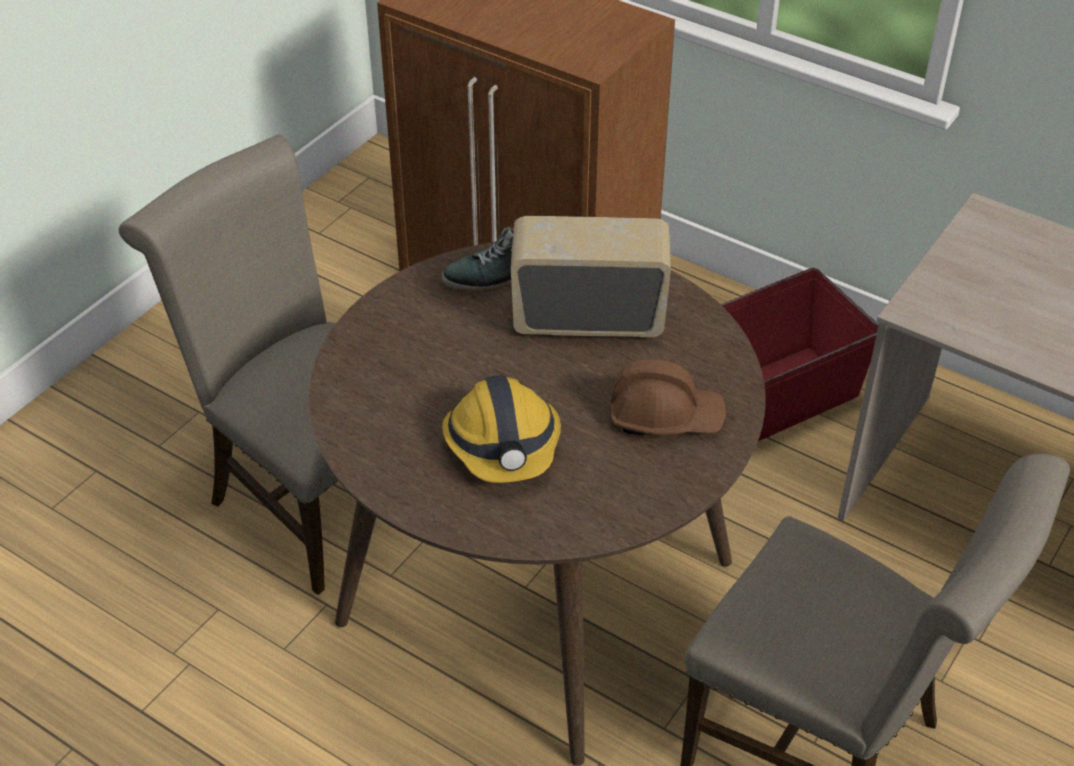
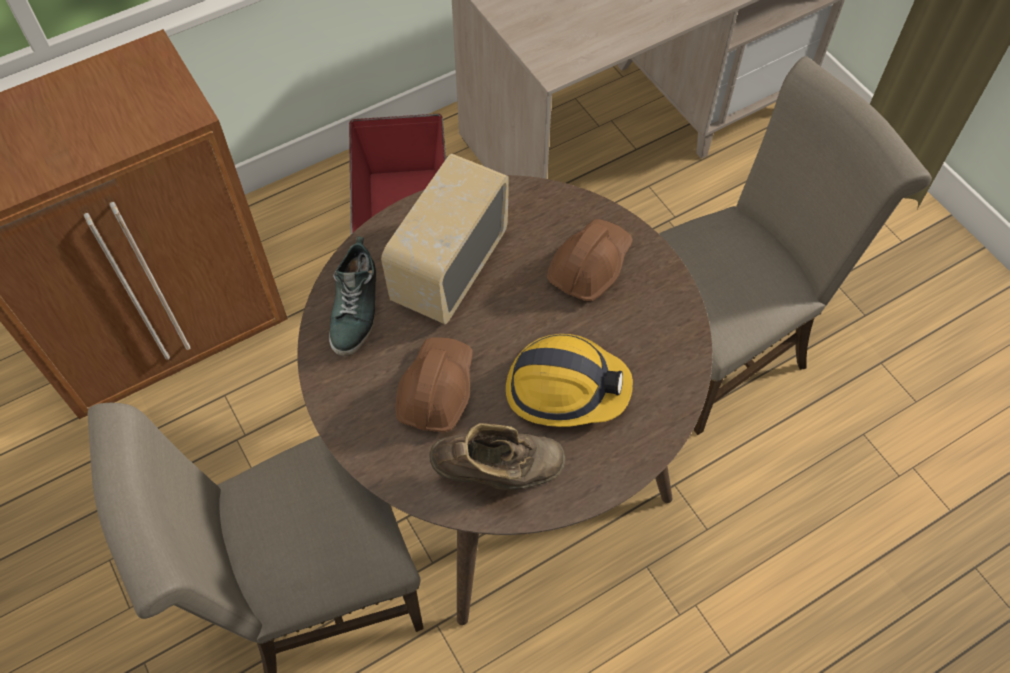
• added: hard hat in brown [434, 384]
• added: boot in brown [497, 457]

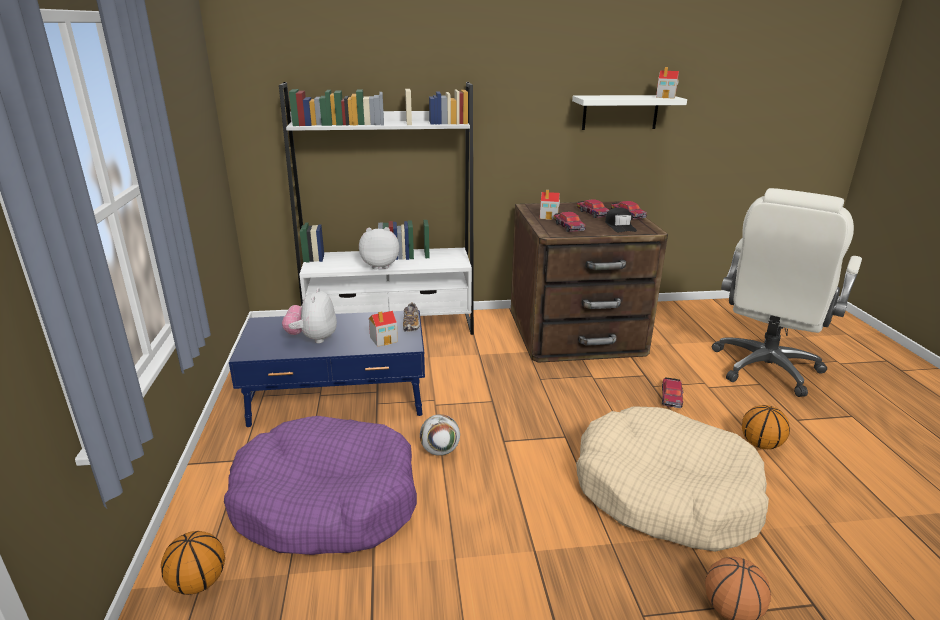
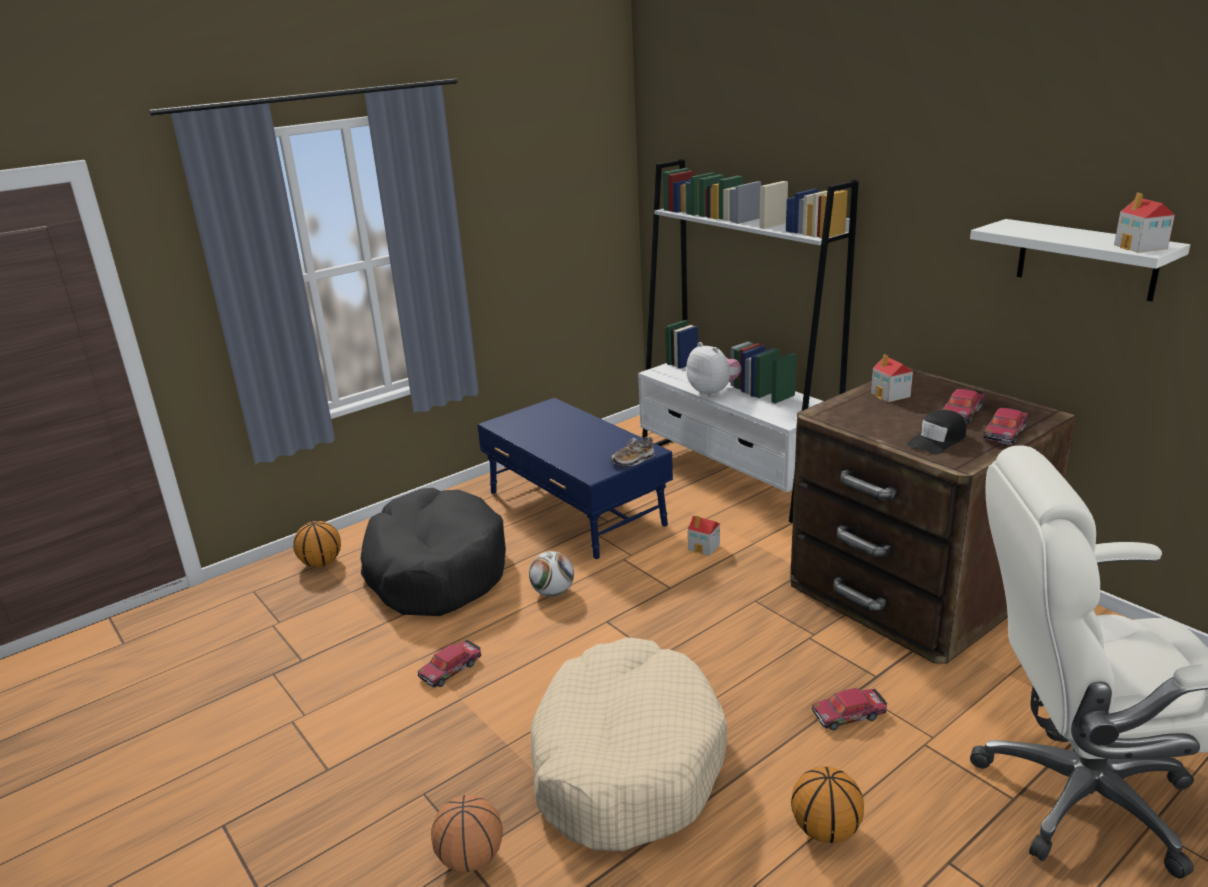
• recoloured: pet bed in purple [320, 485] to pet bed in blackish [433, 552]
• moved: miniature car [570, 222] to [449, 664]
• moved: miniature house [383, 329] to [704, 536]
• removed: plush toy [309, 315]

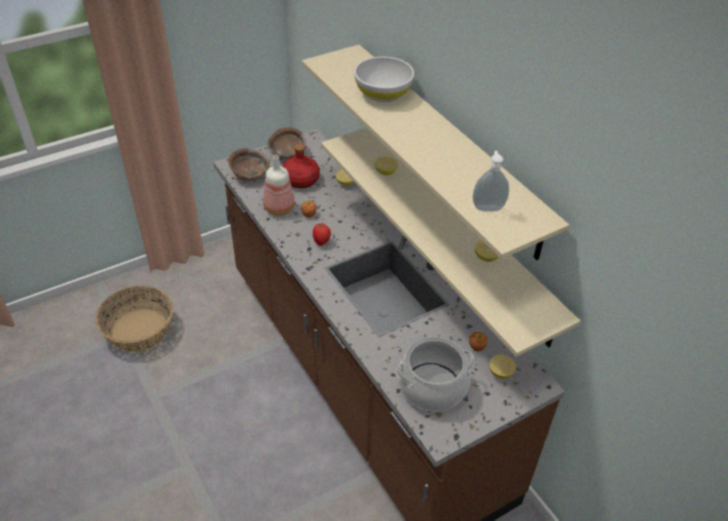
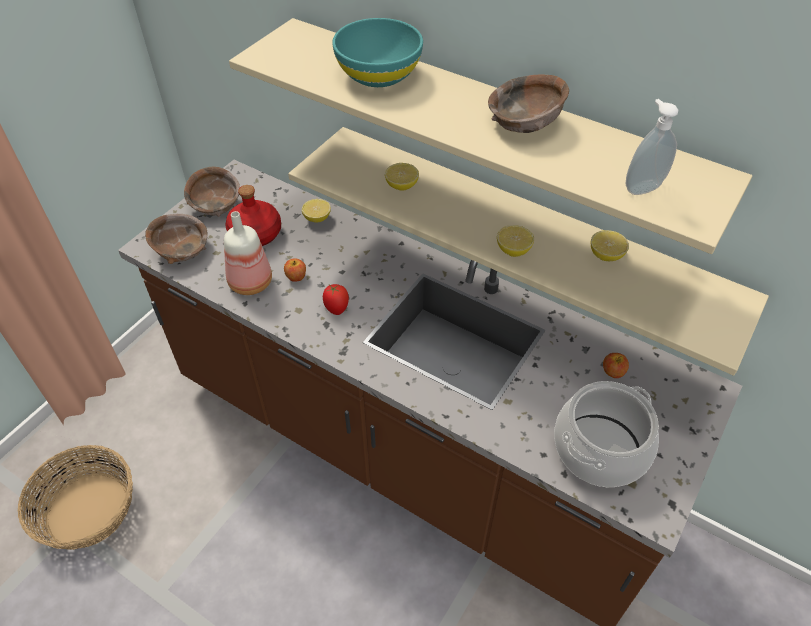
• recoloured: serving bowl in whitish [384, 79] to serving bowl in blue-green [377, 52]
• added: serving bowl in brown [528, 103]
• moved: lemon [502, 367] to [515, 241]

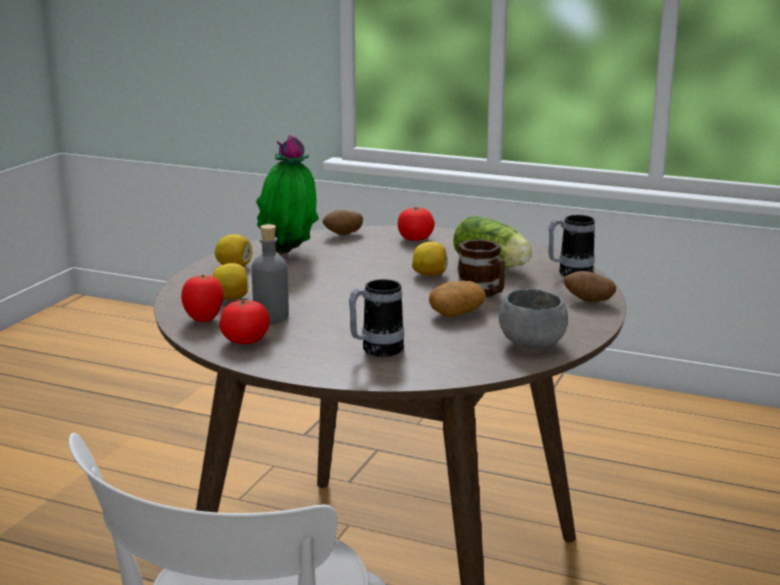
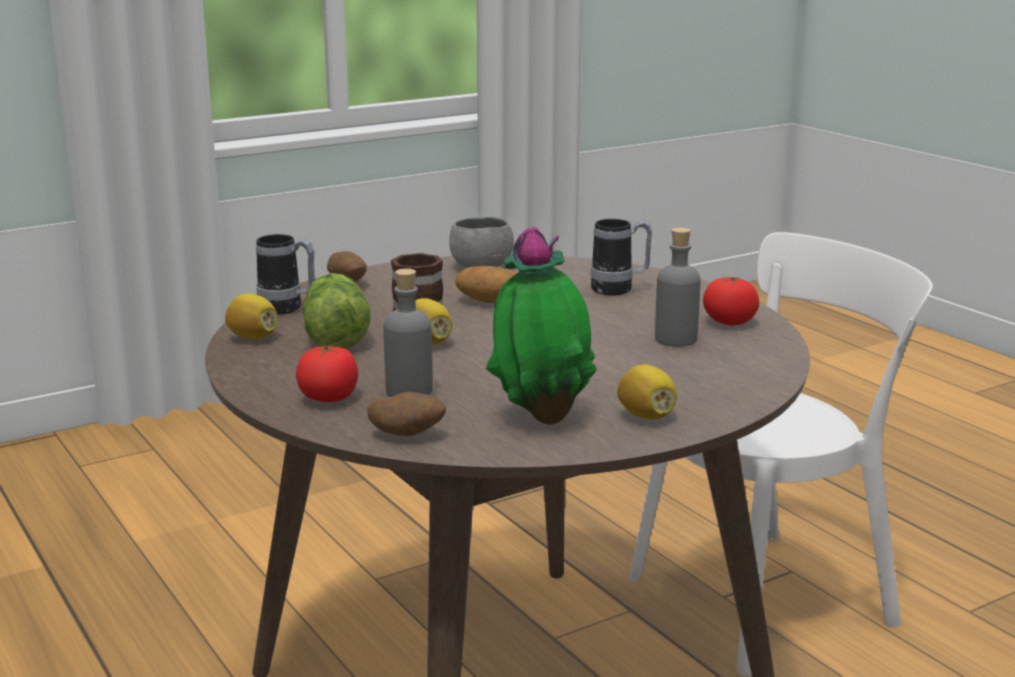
• moved: lemon [230, 281] to [251, 316]
• added: drink bottle in greyish [408, 332]
• removed: whole tomato [202, 298]

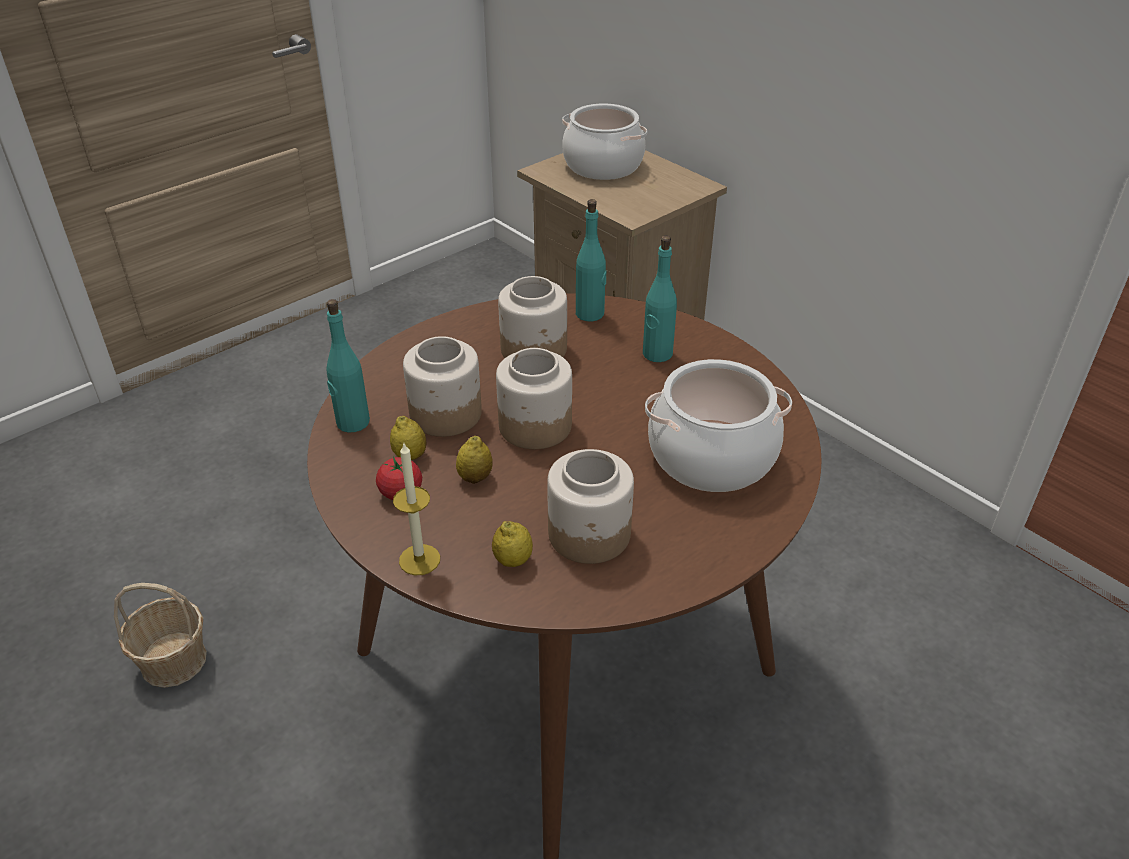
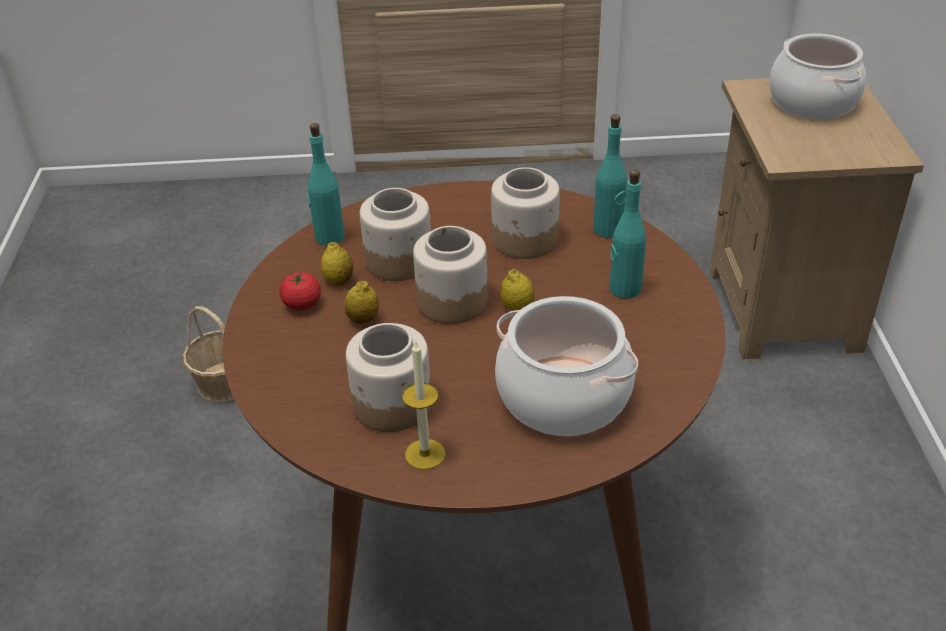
• moved: wax candle [416, 509] to [424, 405]
• moved: lemon [512, 544] to [517, 290]

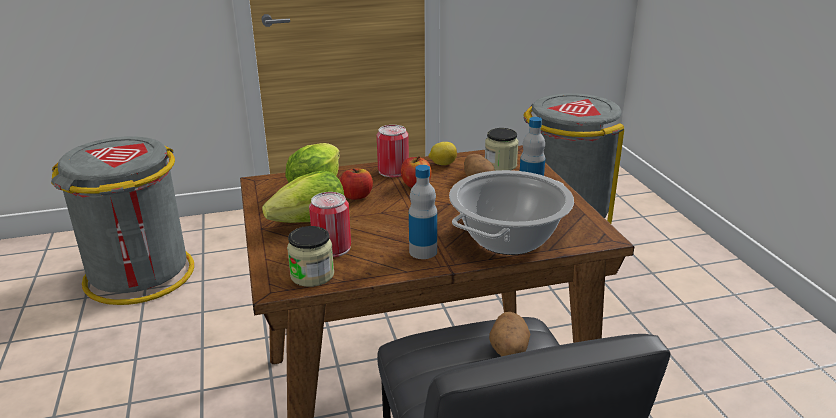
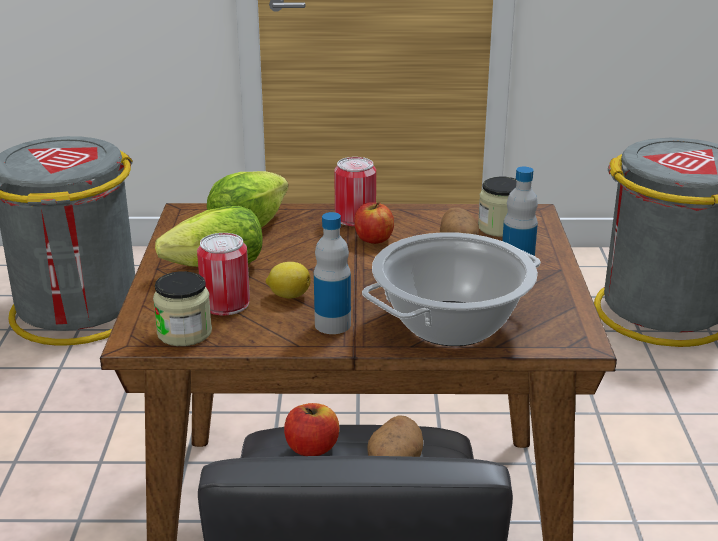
• moved: lemon [442, 153] to [288, 280]
• moved: whole apple [356, 184] to [311, 429]

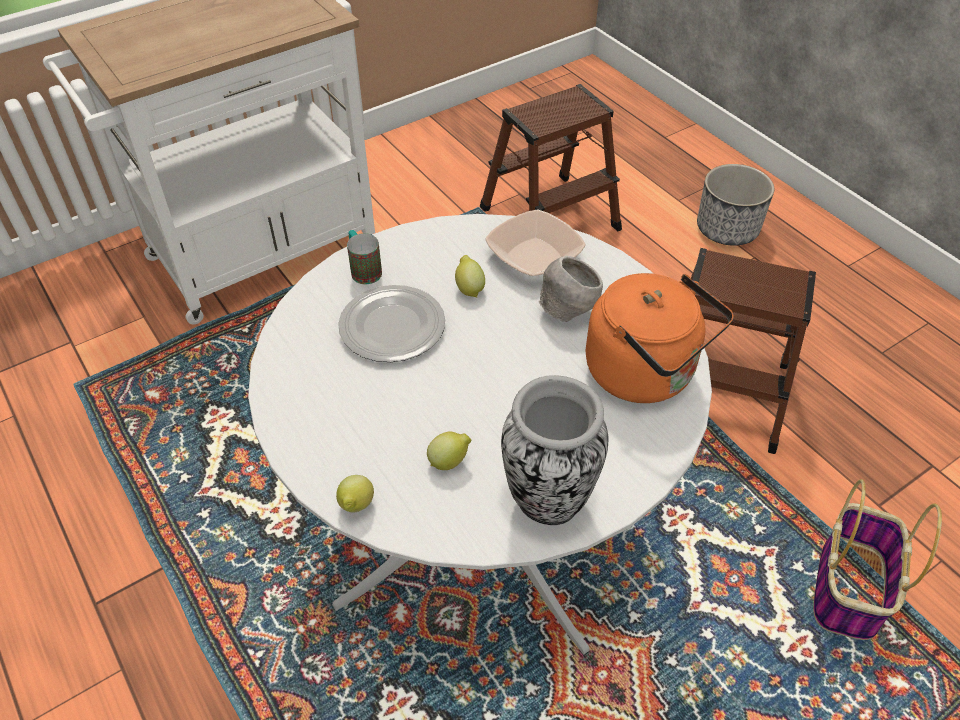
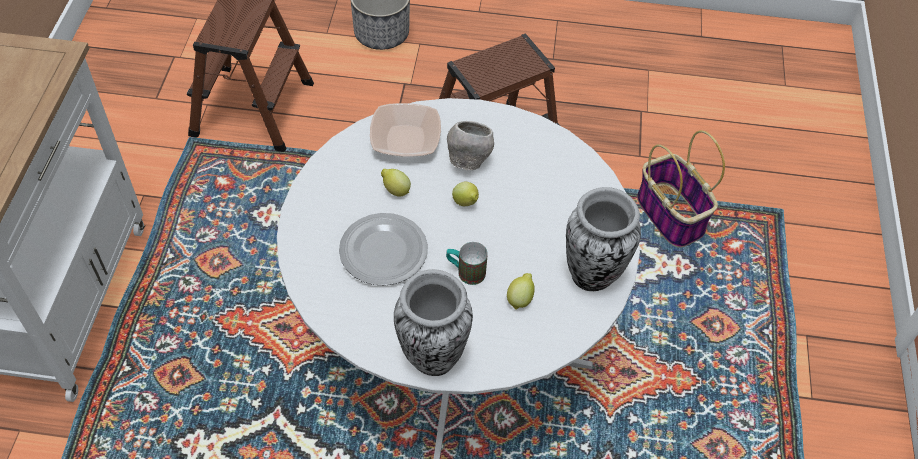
• added: vase [433, 322]
• moved: mug [364, 257] to [467, 263]
• moved: lemon [355, 494] to [465, 194]
• removed: water kettle in orange [660, 338]

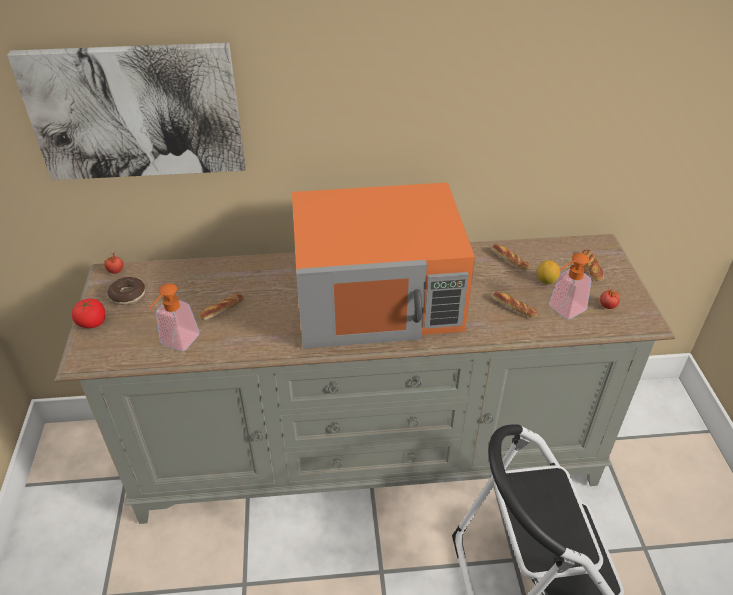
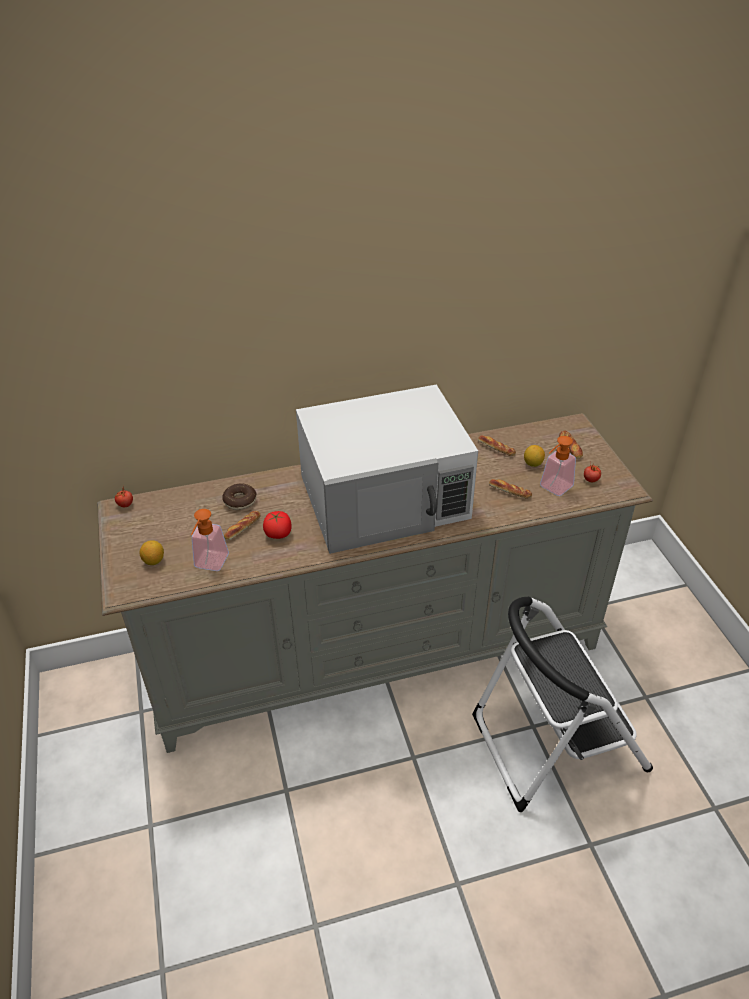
• added: lemon [152, 552]
• moved: doughnut [126, 291] to [239, 496]
• moved: whole tomato [88, 313] to [277, 525]
• recoloured: microwave in orange [383, 265] to microwave in whitish [387, 469]
• removed: picture [126, 111]

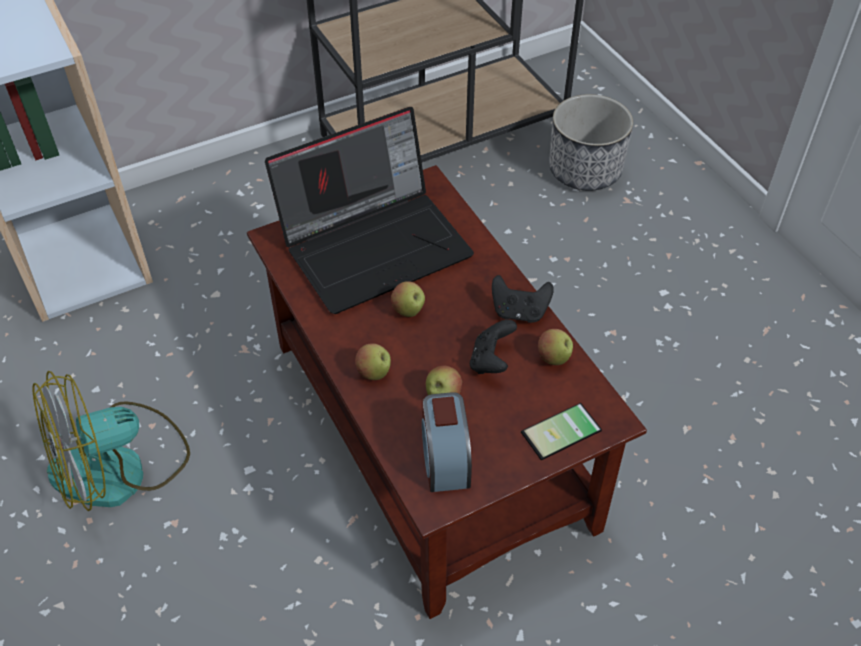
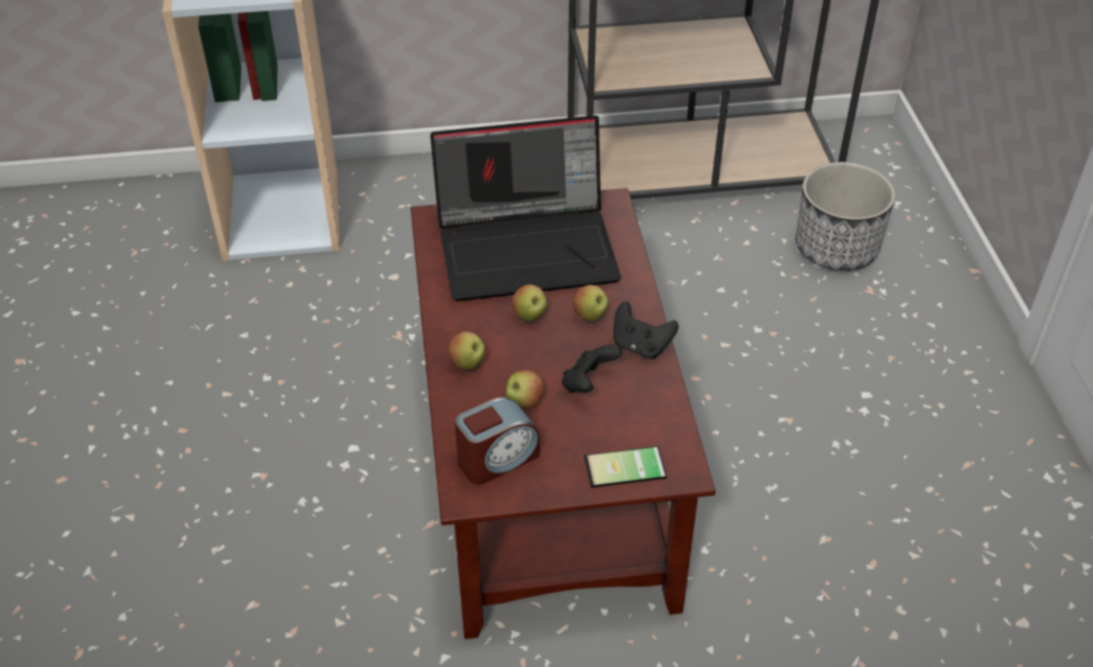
• turned: table clock [447, 442] = [497, 441] 135 degrees counterclockwise
• moved: whole apple [555, 347] to [591, 303]
• removed: cooling fan [111, 441]

